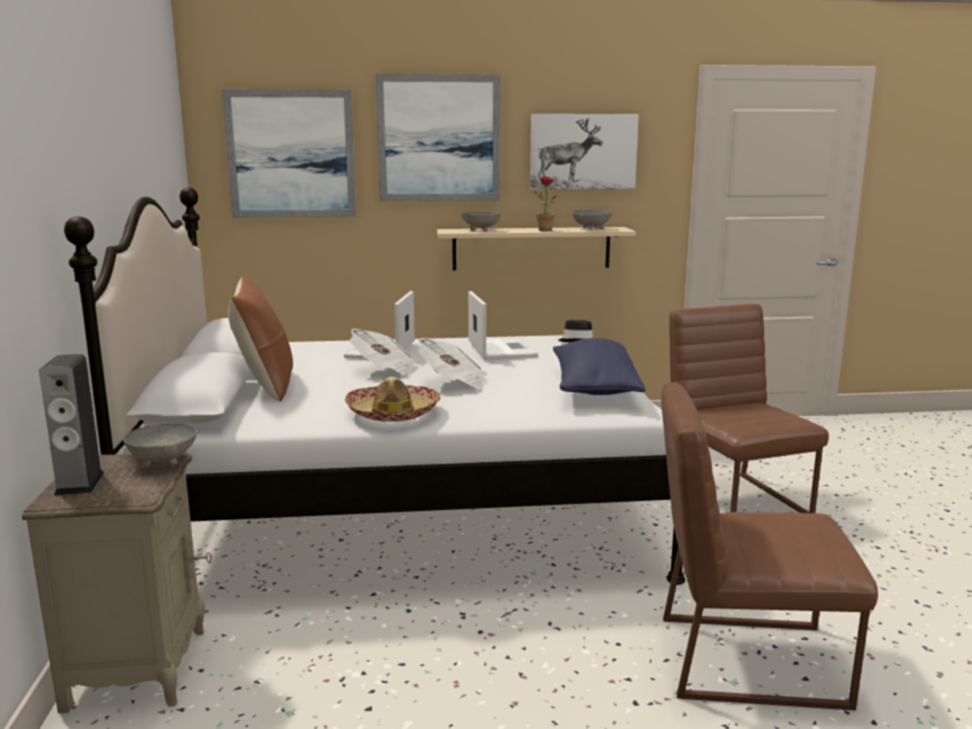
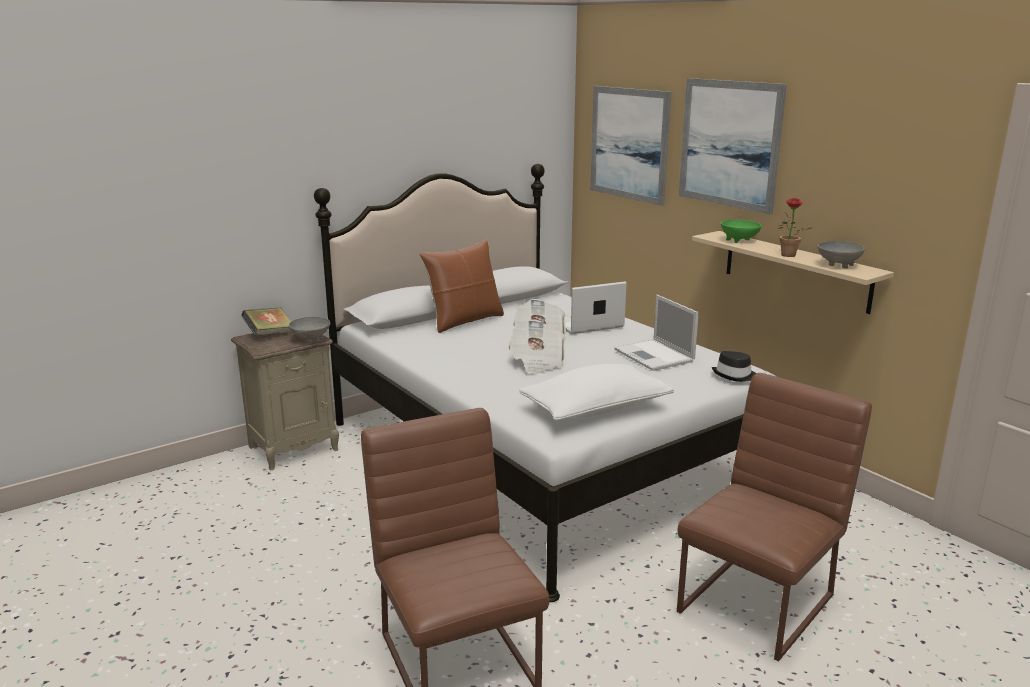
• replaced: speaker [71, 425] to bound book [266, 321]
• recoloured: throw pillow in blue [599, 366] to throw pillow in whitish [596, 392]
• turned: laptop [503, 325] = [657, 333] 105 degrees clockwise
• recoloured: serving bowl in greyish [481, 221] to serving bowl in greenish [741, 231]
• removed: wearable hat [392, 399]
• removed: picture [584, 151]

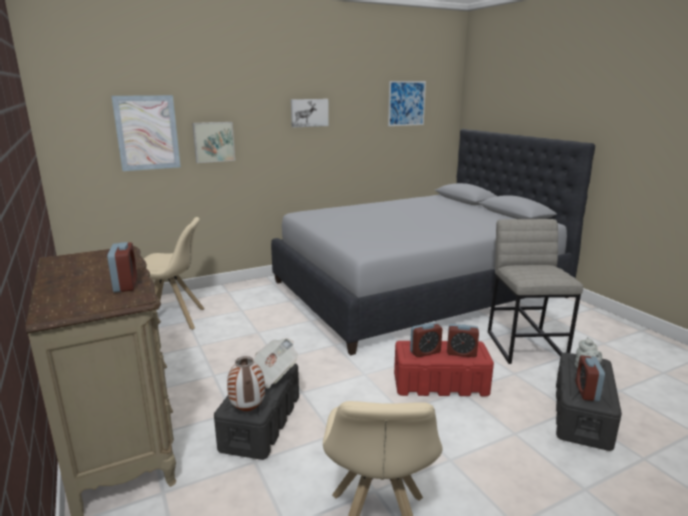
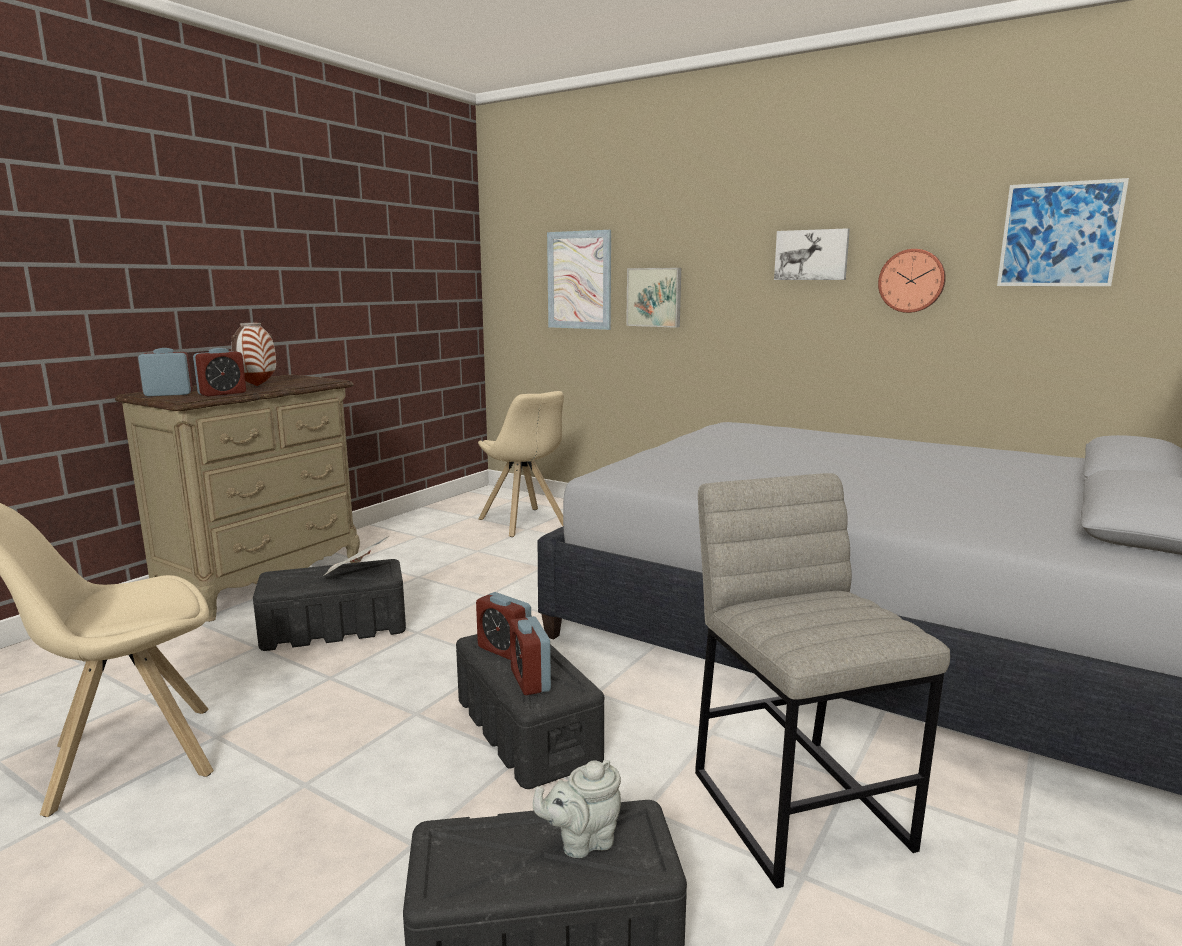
• moved: table clock [590, 378] to [165, 372]
• moved: vase [246, 383] to [253, 354]
• recoloured: storage box in reddish [444, 368] to storage box in blackish [530, 711]
• turned: upright chair in greyish [535, 291] = [822, 681] 75 degrees counterclockwise
• added: hanging clock [912, 281]

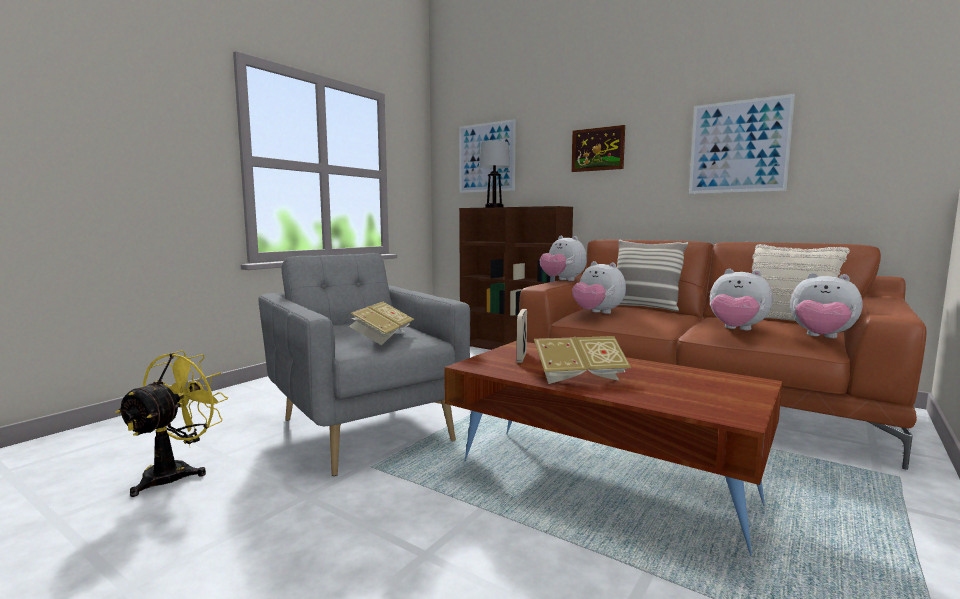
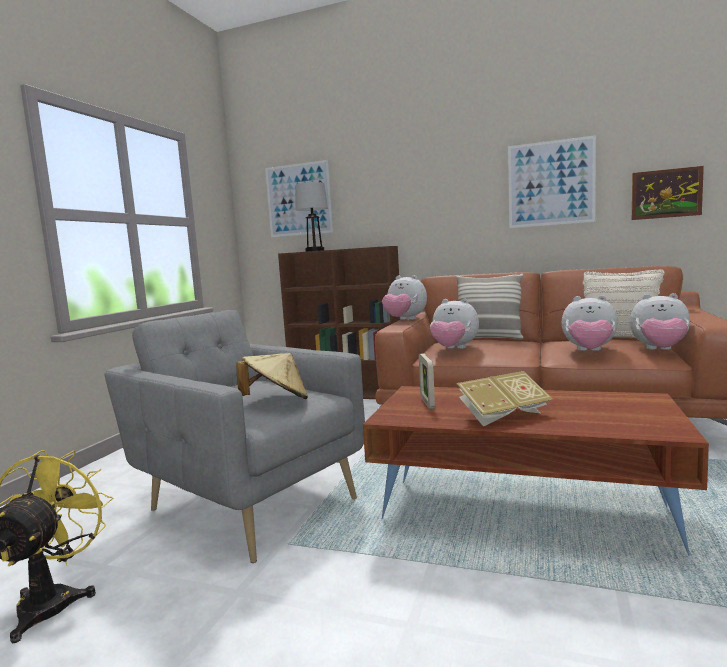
• replaced: bound book [381, 323] to wearable hat in beige [272, 376]
• moved: picture [598, 148] to [668, 193]

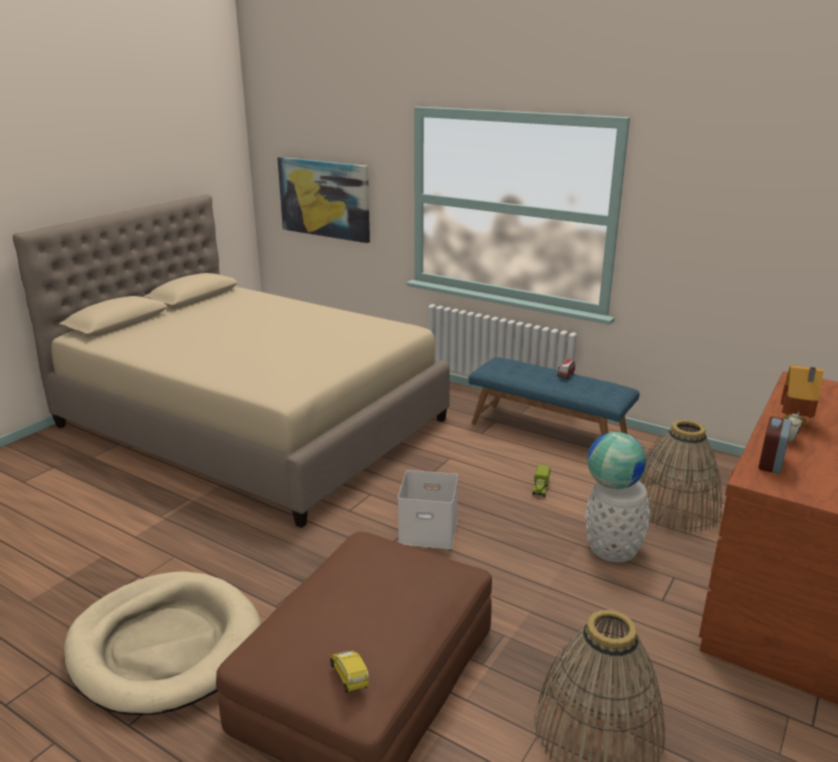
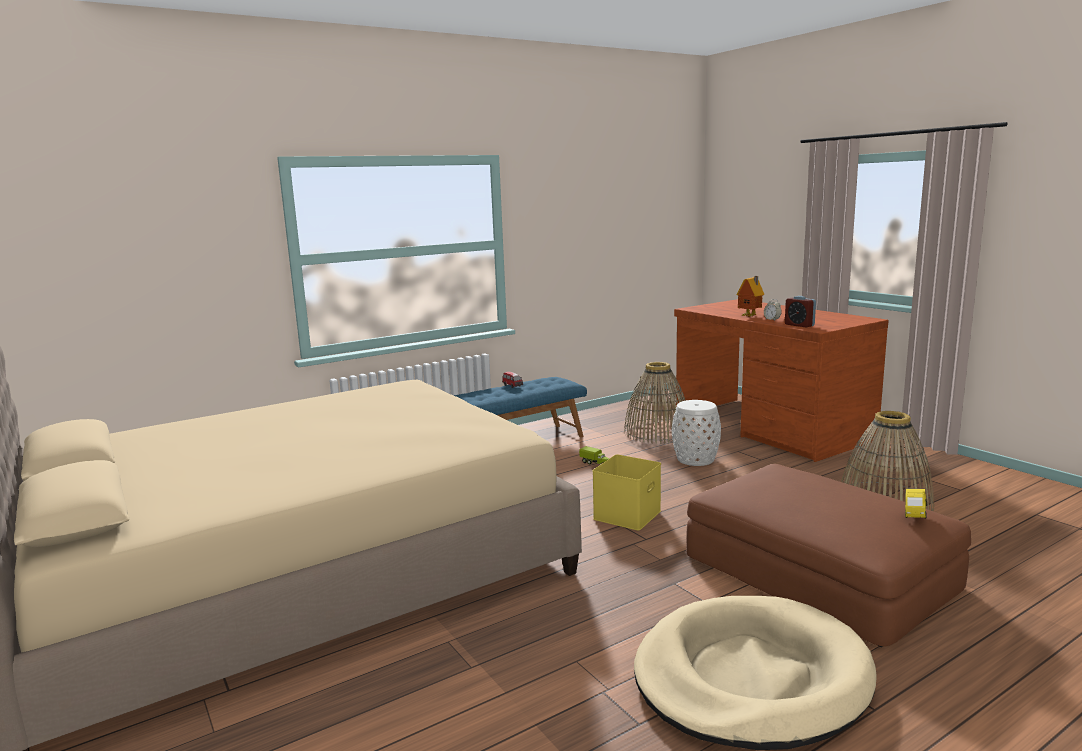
• recoloured: storage box in whitish [428, 509] to storage box in yellow [627, 492]
• turned: miniature car in yellow [349, 671] = [916, 503] 60 degrees counterclockwise
• removed: picture [323, 200]
• removed: desk globe [616, 460]

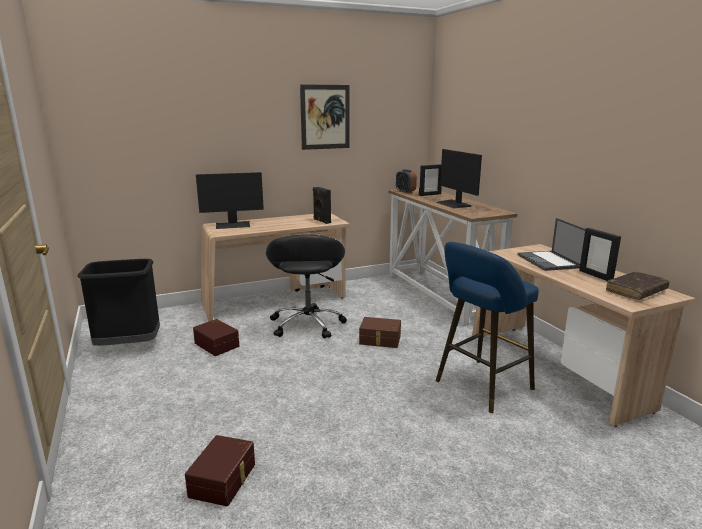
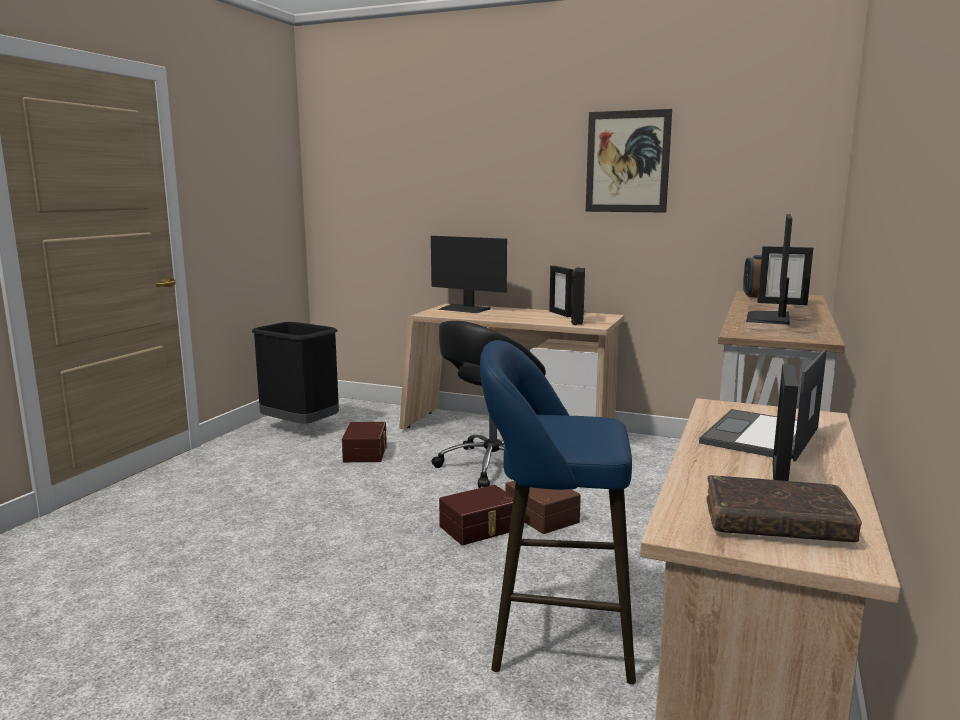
• moved: storage box in brown [220, 470] to [476, 515]
• added: photo frame [561, 291]

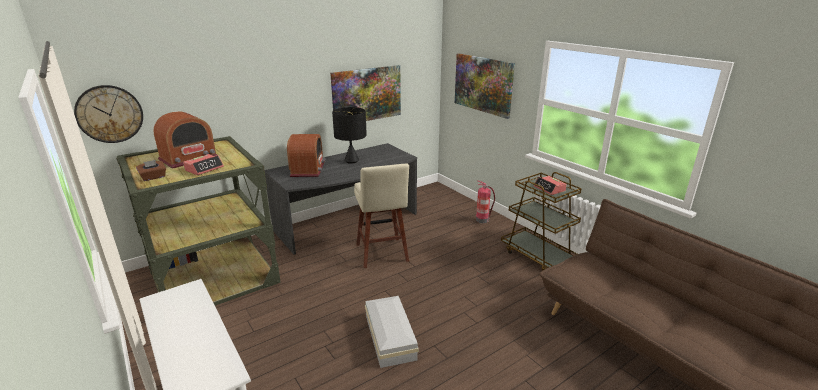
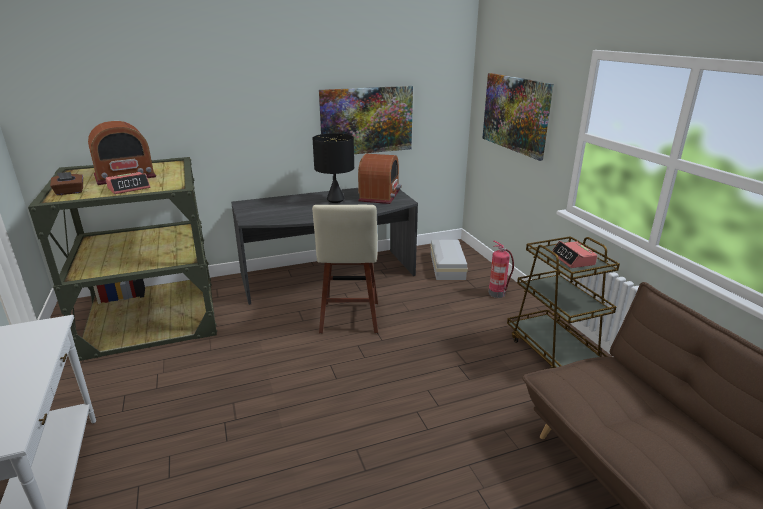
• moved: radio receiver [306, 155] to [380, 179]
• moved: storage box in whitish [392, 332] to [449, 260]
• removed: hanging clock [108, 114]

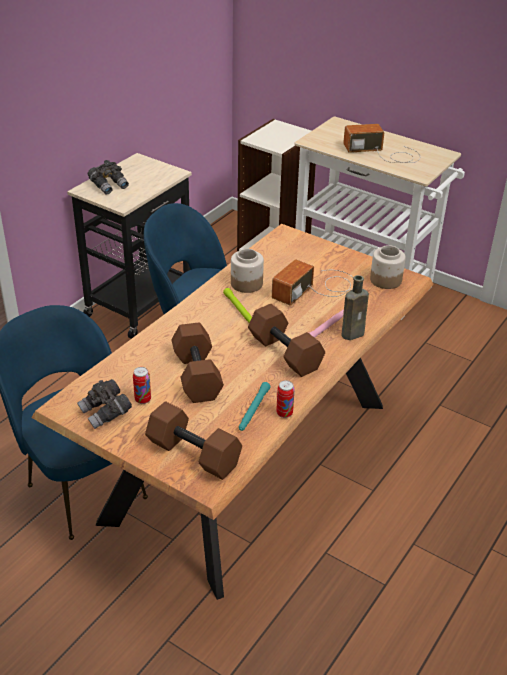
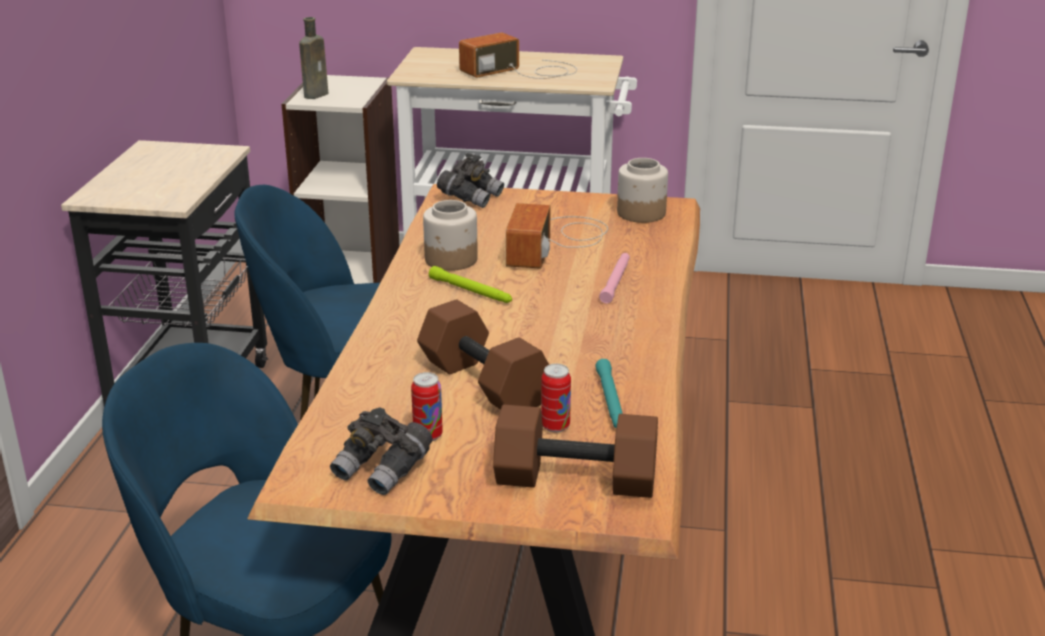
• moved: drink bottle in brown [355, 307] to [313, 58]
• moved: binoculars in greyish [108, 177] to [470, 180]
• moved: metal can [285, 399] to [556, 398]
• removed: dumbbell in brown [286, 340]

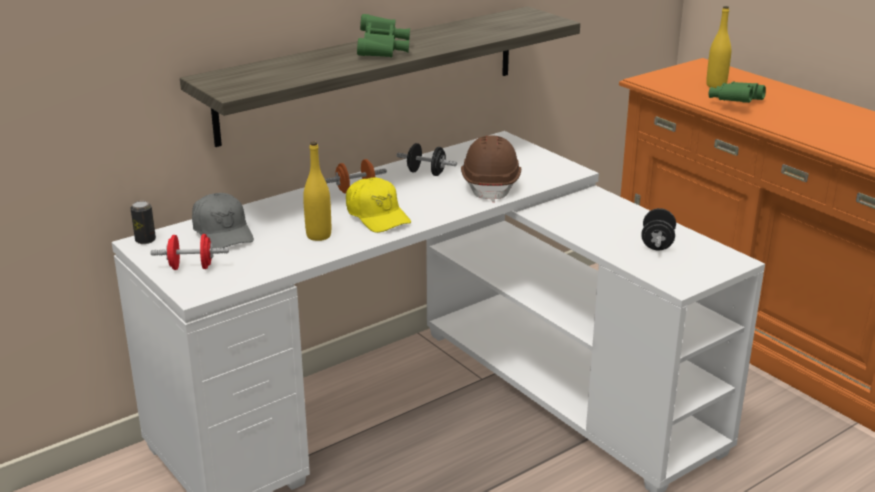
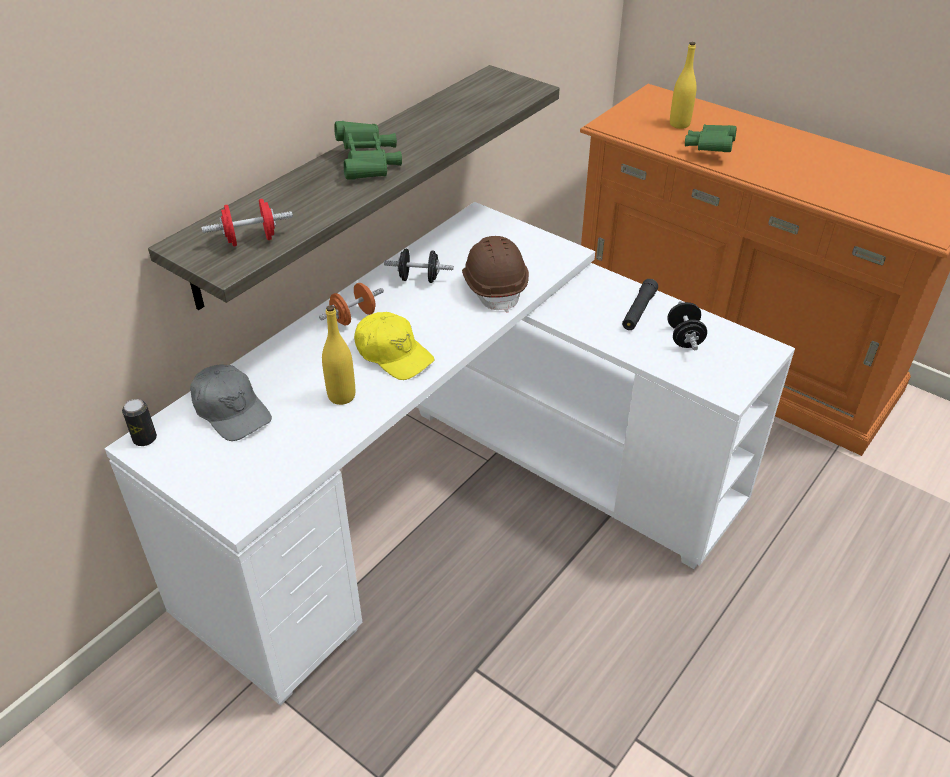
• moved: dumbbell in reddish [189, 252] to [247, 222]
• added: hand torch in blackish [640, 304]

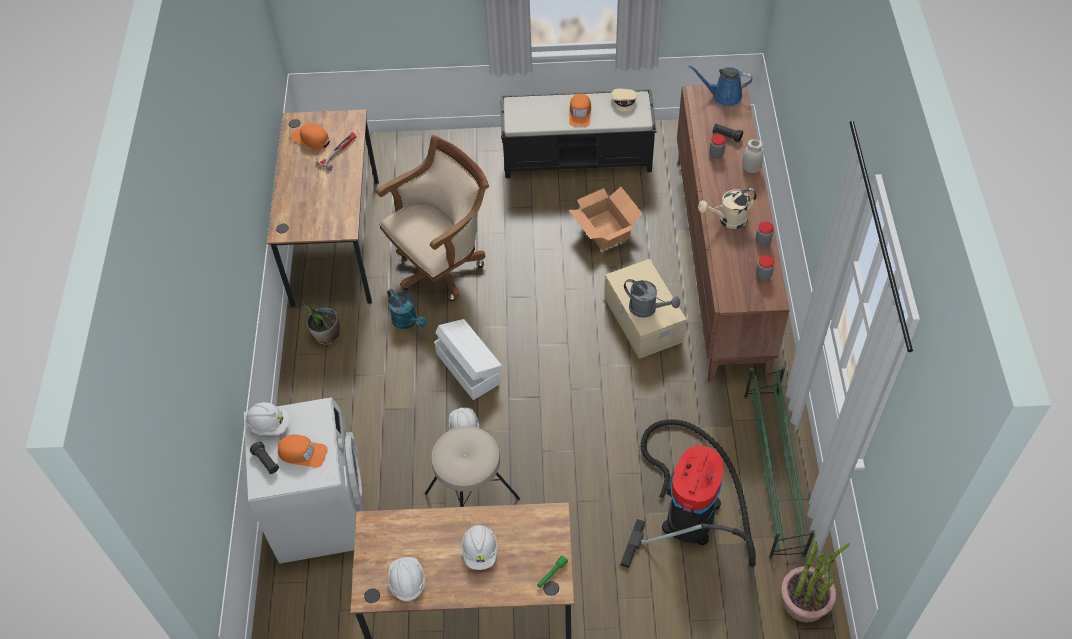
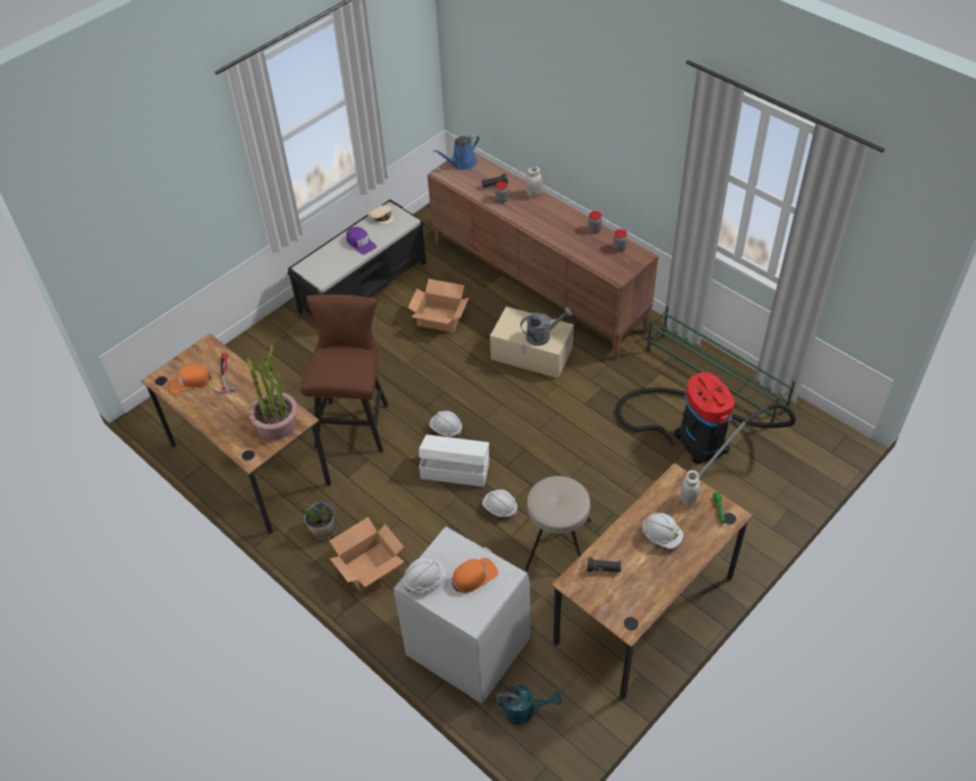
• moved: houseplant [815, 582] to [272, 392]
• replaced: office chair [432, 218] to stool in brown [344, 373]
• added: cardboard box [367, 554]
• recoloured: cap in orange [580, 110] to cap in purple [361, 241]
• moved: hard hat in whitish [406, 580] to [445, 423]
• moved: watering pot in blue-green [407, 309] to [528, 704]
• moved: hand torch in blackish [264, 458] to [604, 564]
• added: jar in whitish [690, 488]
• removed: watering pot in beige [727, 208]

